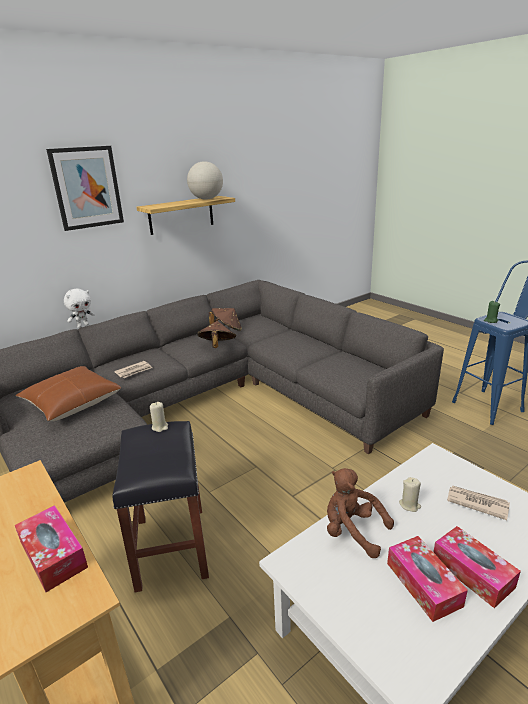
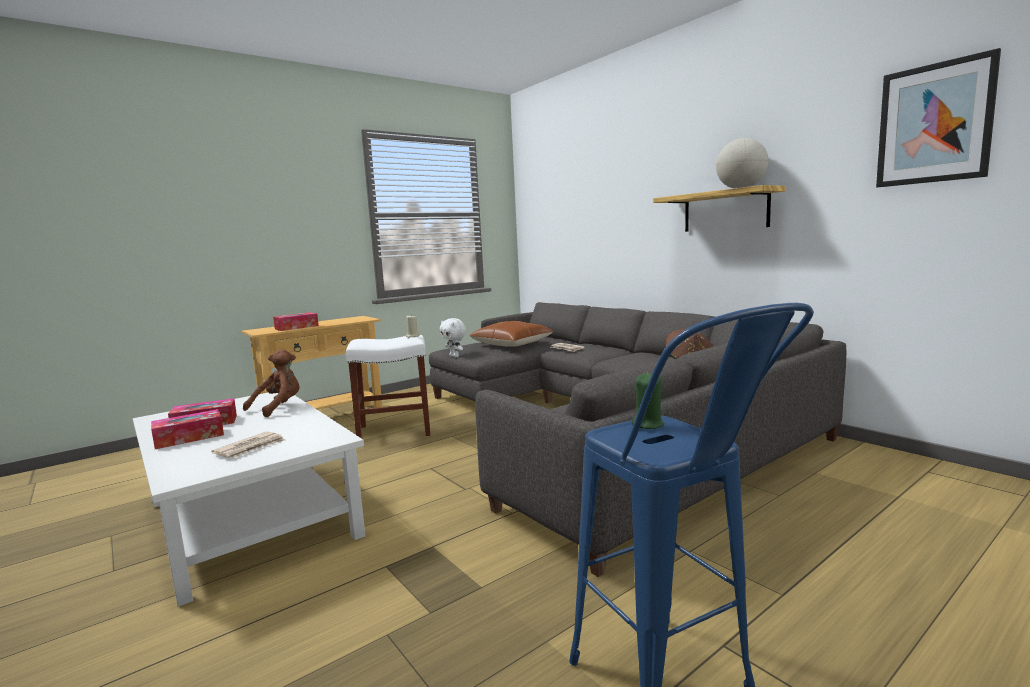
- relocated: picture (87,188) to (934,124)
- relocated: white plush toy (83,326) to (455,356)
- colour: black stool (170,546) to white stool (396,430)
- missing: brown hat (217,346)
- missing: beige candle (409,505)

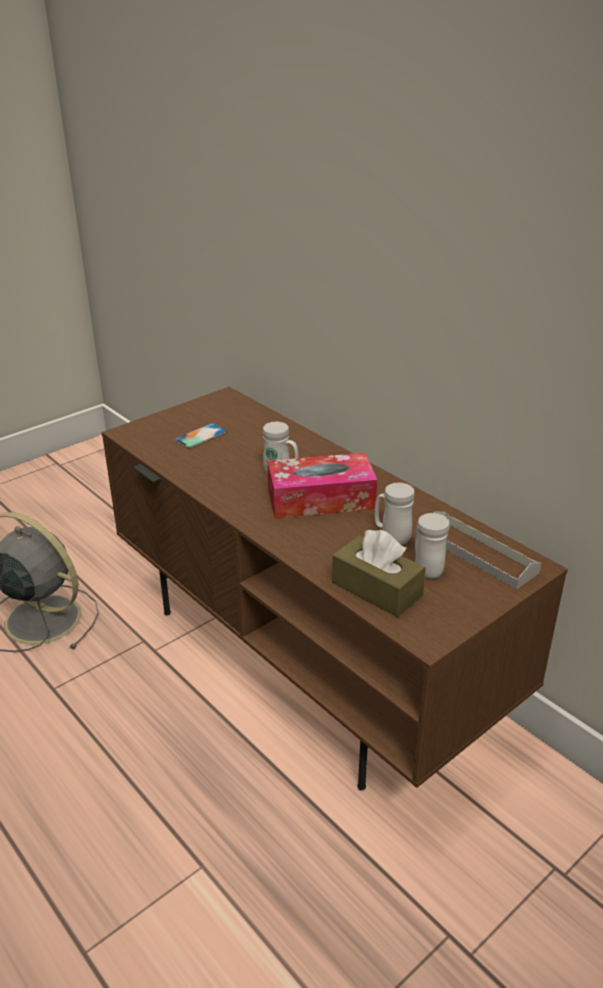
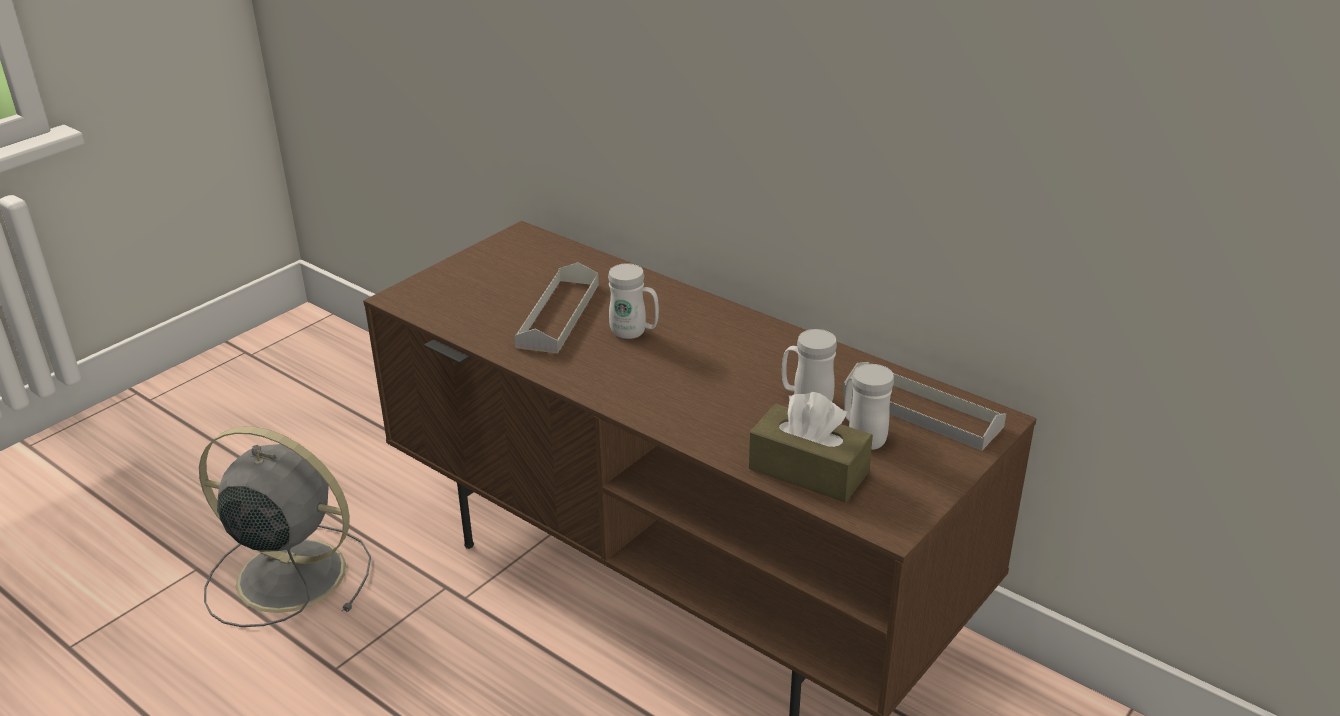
- missing: phone (200,436)
- missing: tissue box (321,499)
- appeared: grey tray (558,315)

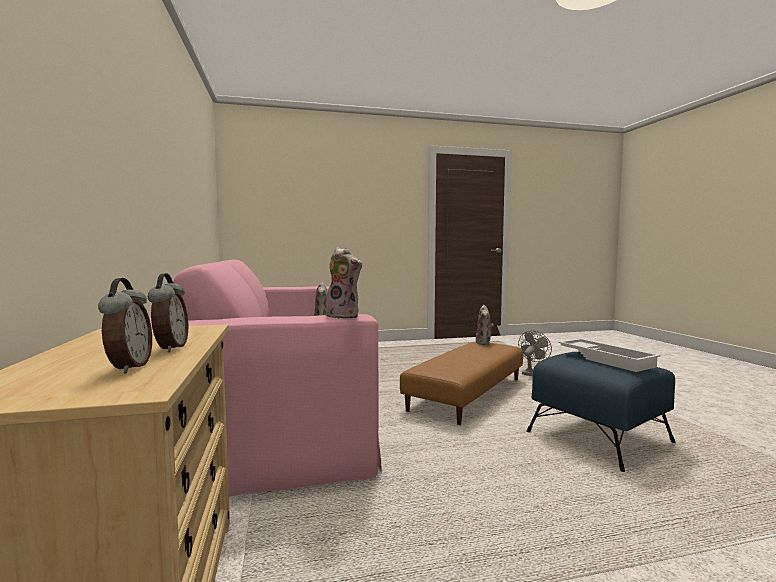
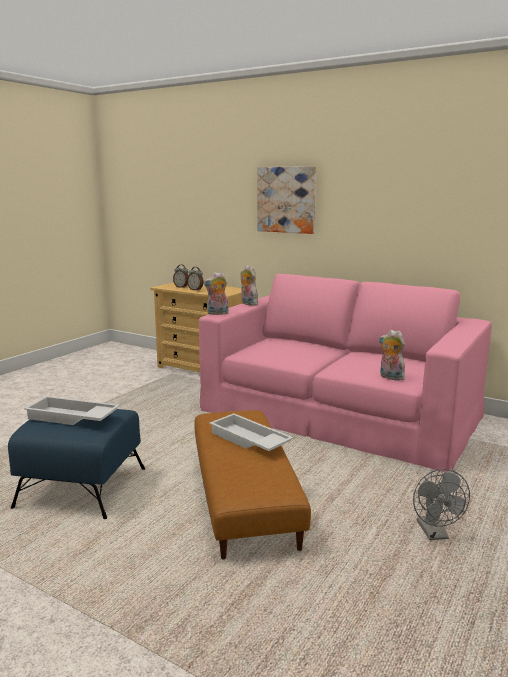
- relocated: plush toy (484,343) to (248,304)
- relocated: grey fan (531,373) to (435,534)
- appeared: white tray (248,440)
- appeared: picture (286,200)

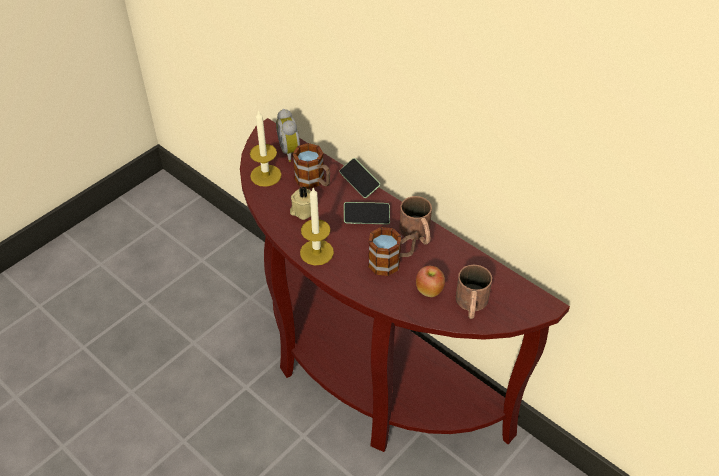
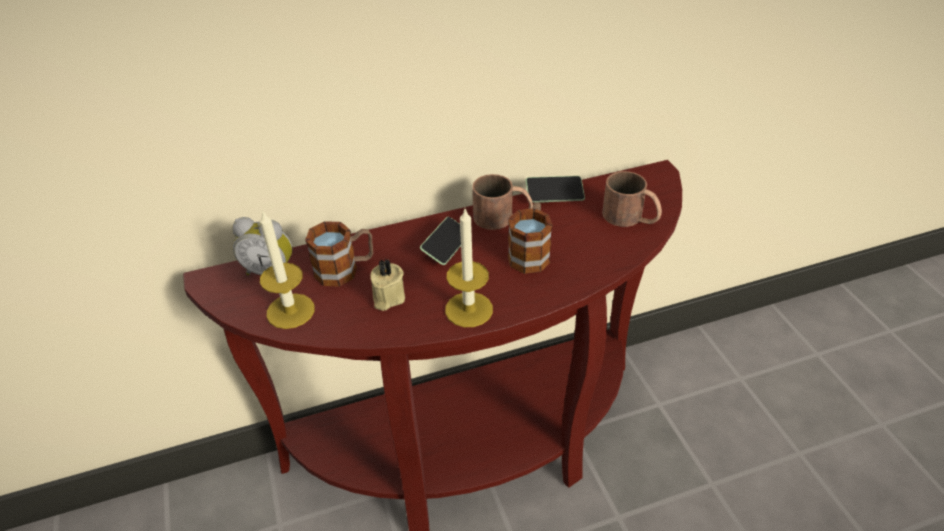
- relocated: phone (359,182) to (554,196)
- missing: apple (429,290)

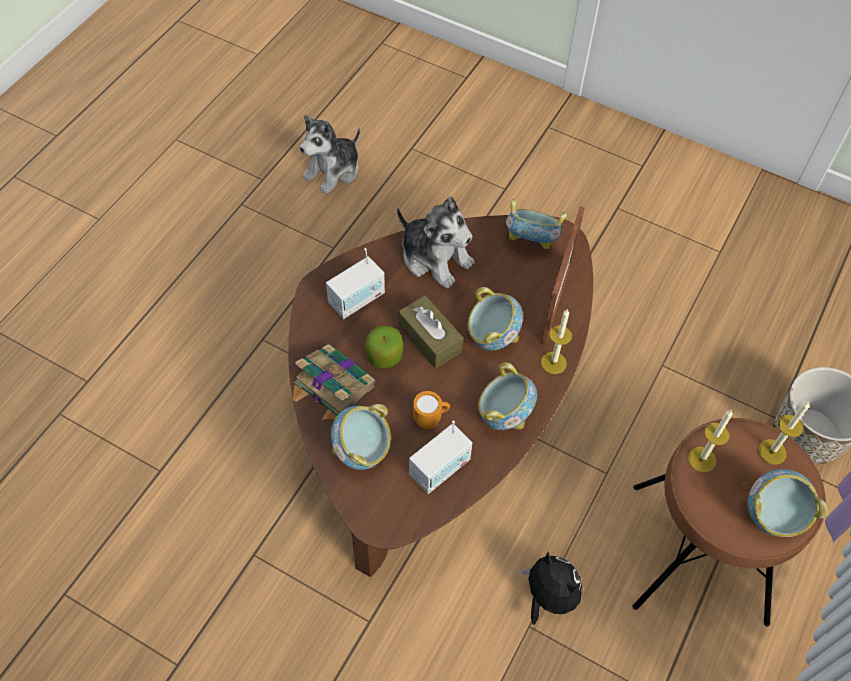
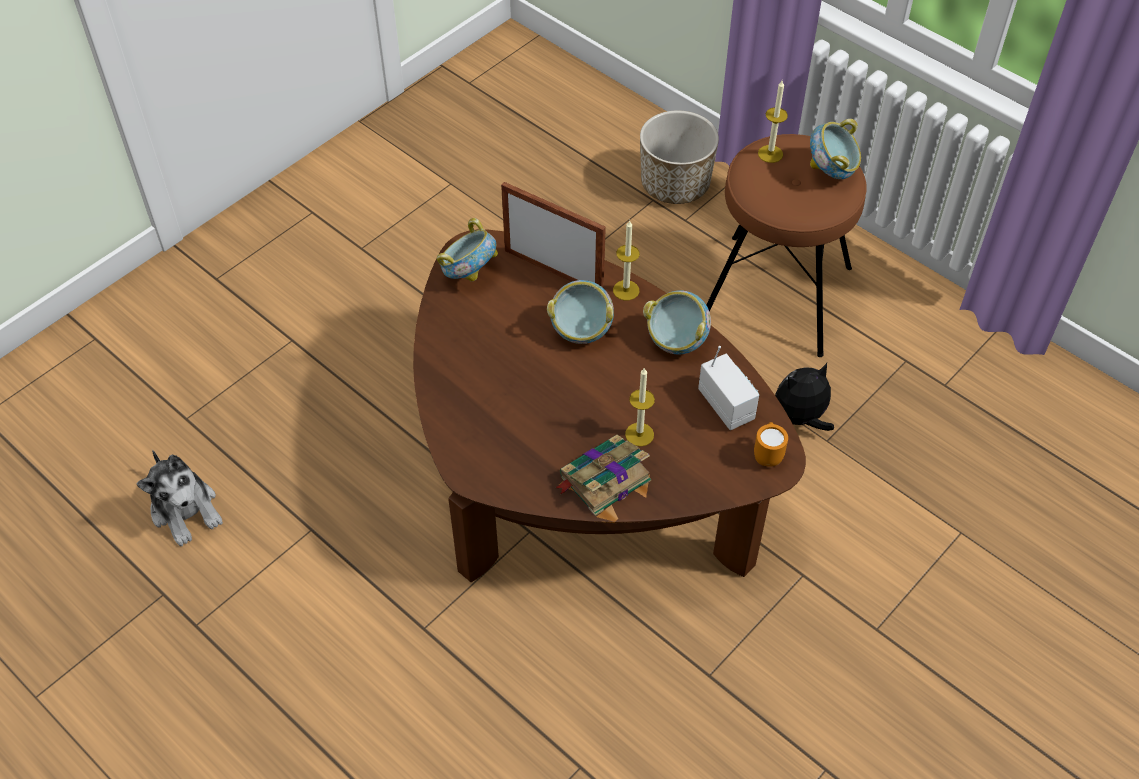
- missing: radio (357,299)
- missing: bowl (362,451)
- missing: apple (384,356)
- missing: plush toy (435,258)
- missing: brown tissue box (429,339)
- relocated: orange mug (431,420) to (767,455)
- relocated: candle (702,459) to (639,434)

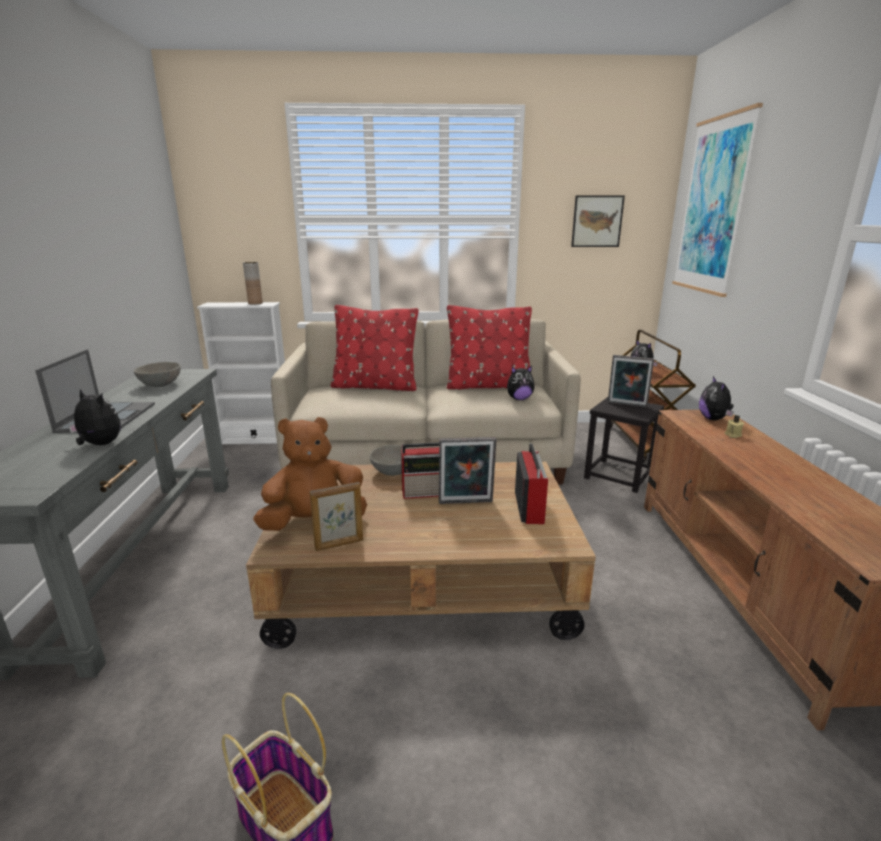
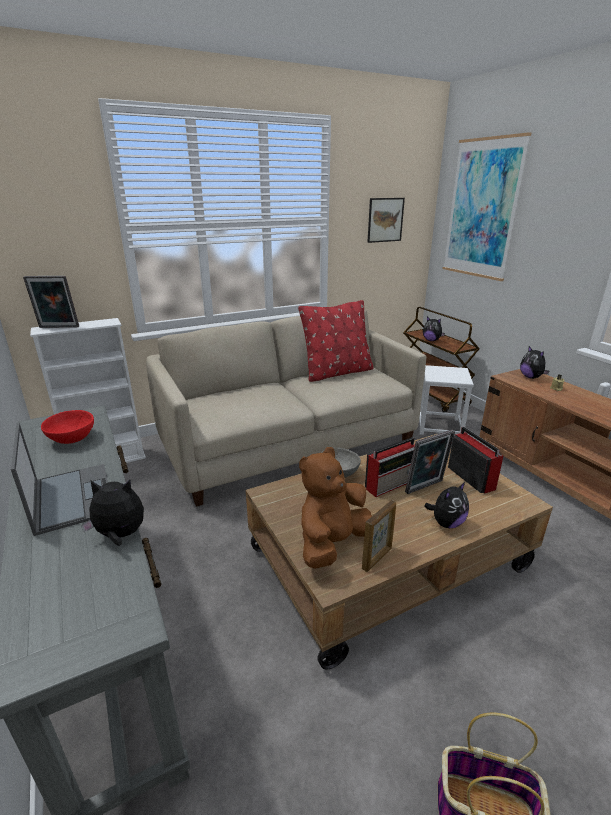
- colour: grey bowl (161,385) to red bowl (72,439)
- missing: brown vase (255,303)
- missing: red pillow (375,386)
- relocated: plush toy (519,399) to (446,523)
- colour: black stool (618,475) to white stool (439,426)
- relocated: picture frame (627,405) to (58,327)

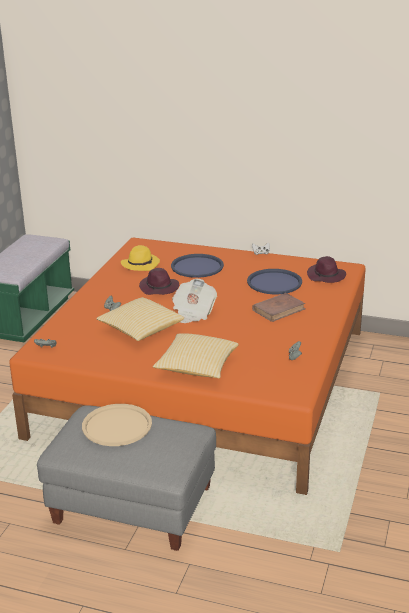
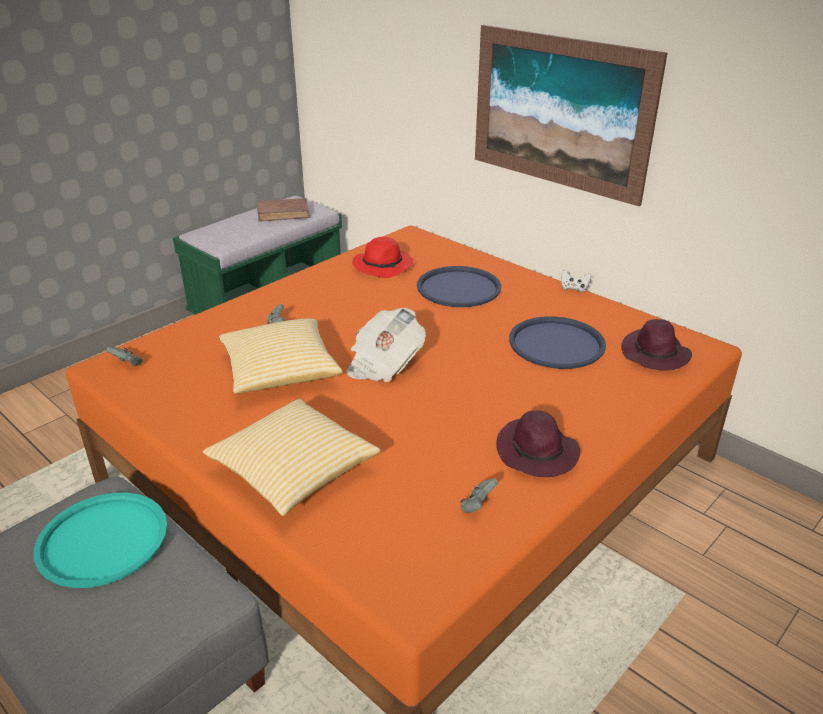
- colour: beige tray (117,426) to turquoise tray (103,540)
- colour: yellow hat (141,264) to red hat (383,266)
- relocated: purple hat (159,288) to (537,452)
- relocated: brown book (279,309) to (283,213)
- appeared: picture (560,112)

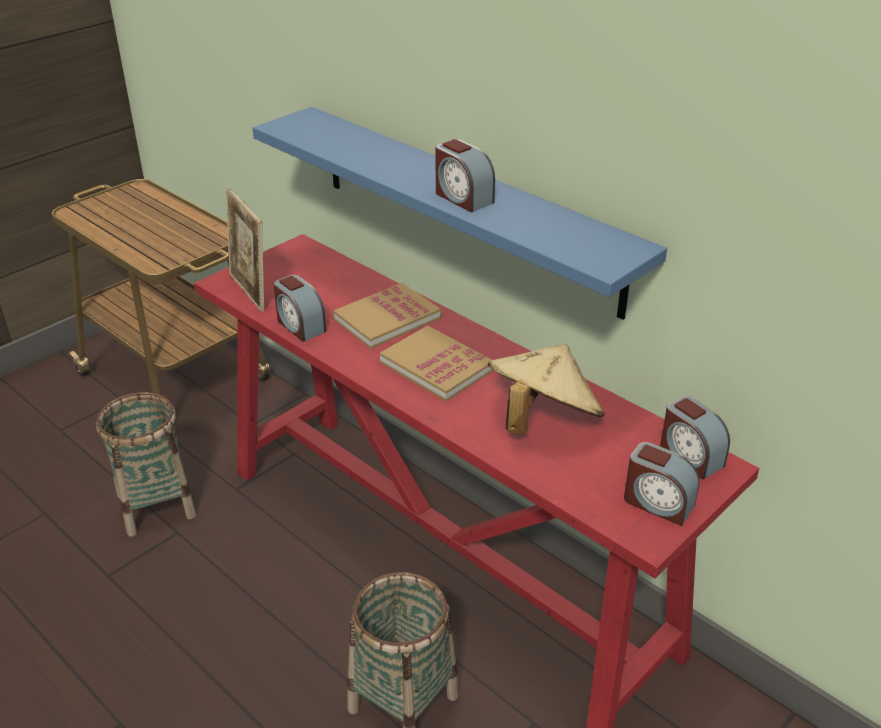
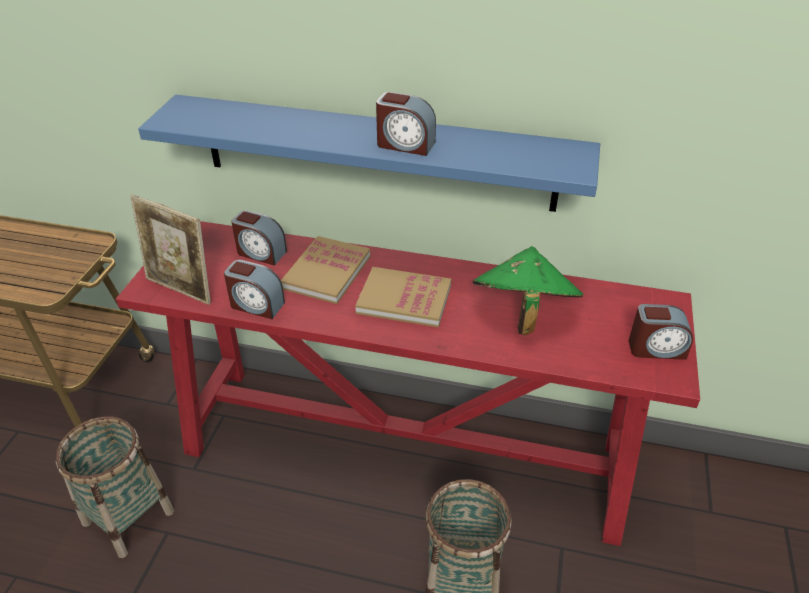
- colour: beige hat (542,420) to green hat (522,314)
- relocated: alarm clock (690,456) to (260,253)

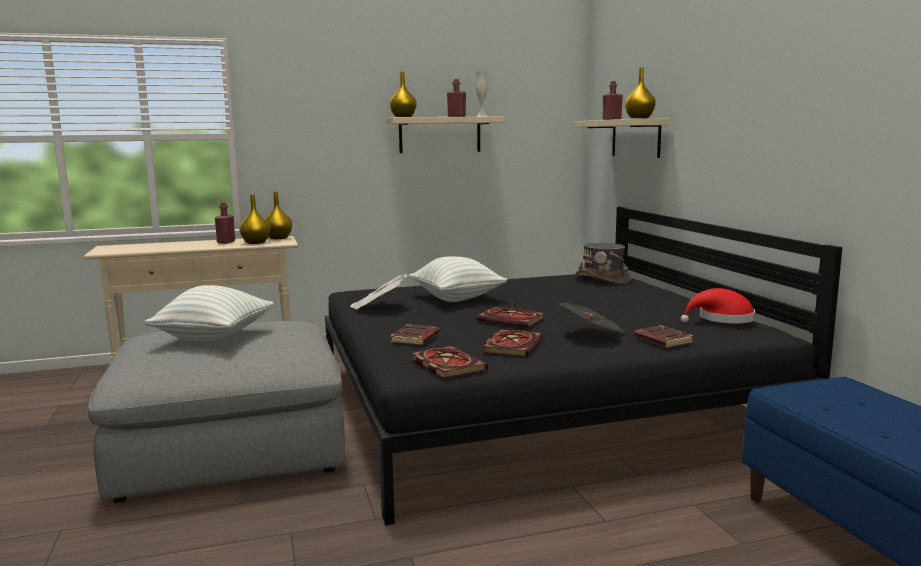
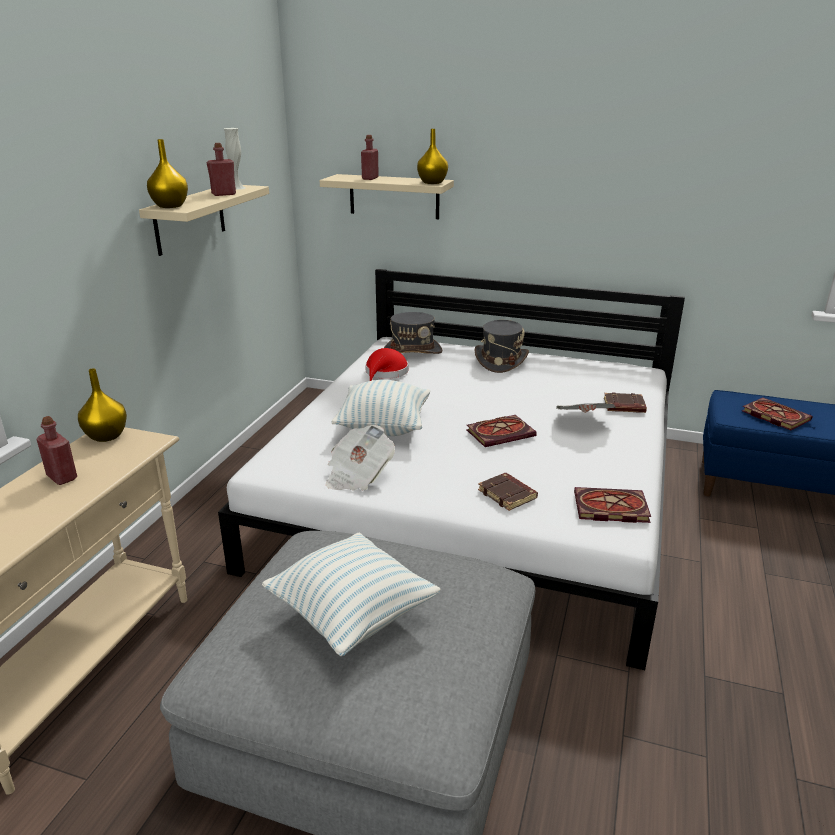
- missing: yellow vase (255,242)
- colour: black bed (537,404) to white bed (476,496)
- relocated: book (512,346) to (773,416)
- relocated: red hat (722,319) to (385,373)
- appeared: grey hat (500,361)

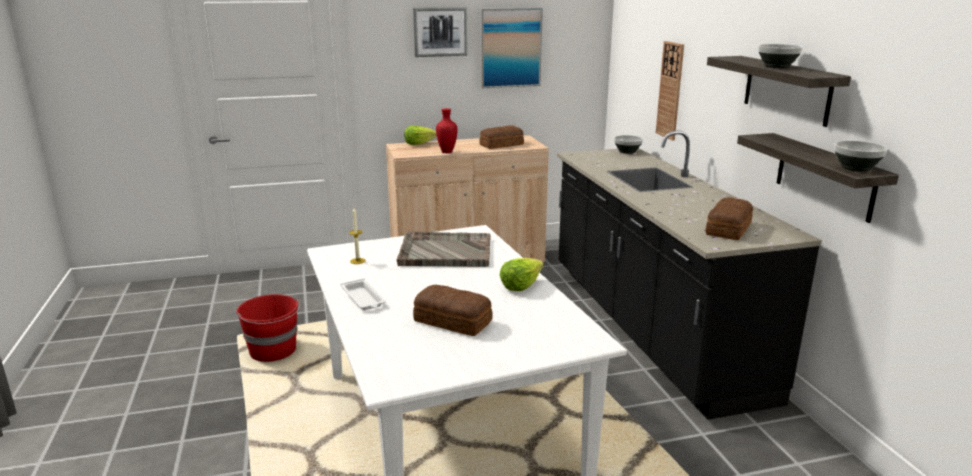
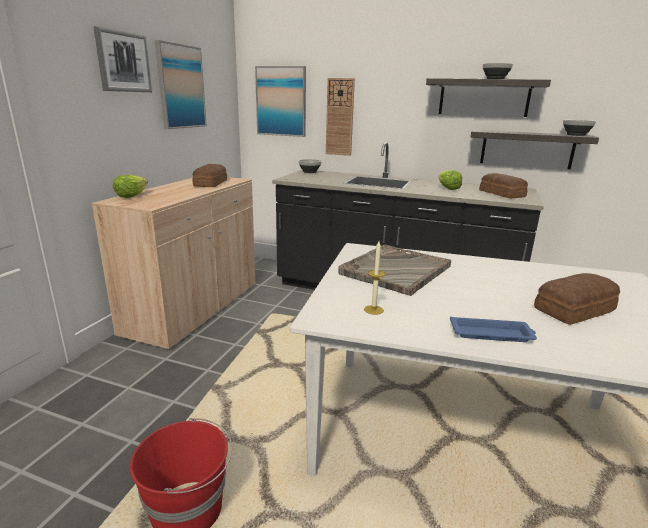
- colour: white tray (363,298) to blue tray (492,334)
- missing: red vase (447,152)
- relocated: lettuce (520,285) to (447,188)
- appeared: picture (281,101)

